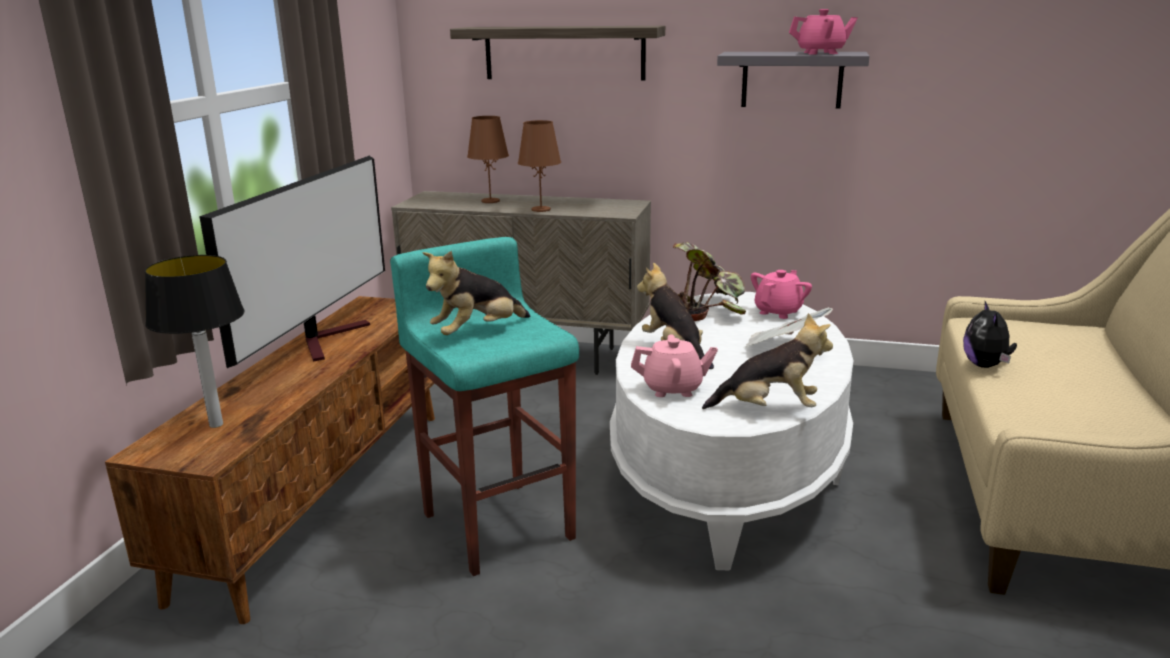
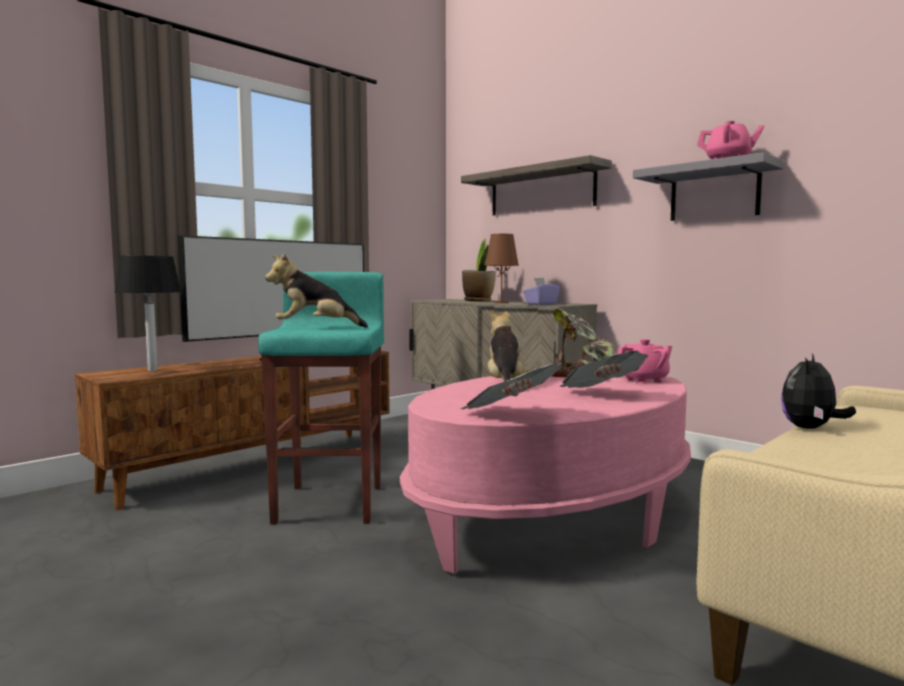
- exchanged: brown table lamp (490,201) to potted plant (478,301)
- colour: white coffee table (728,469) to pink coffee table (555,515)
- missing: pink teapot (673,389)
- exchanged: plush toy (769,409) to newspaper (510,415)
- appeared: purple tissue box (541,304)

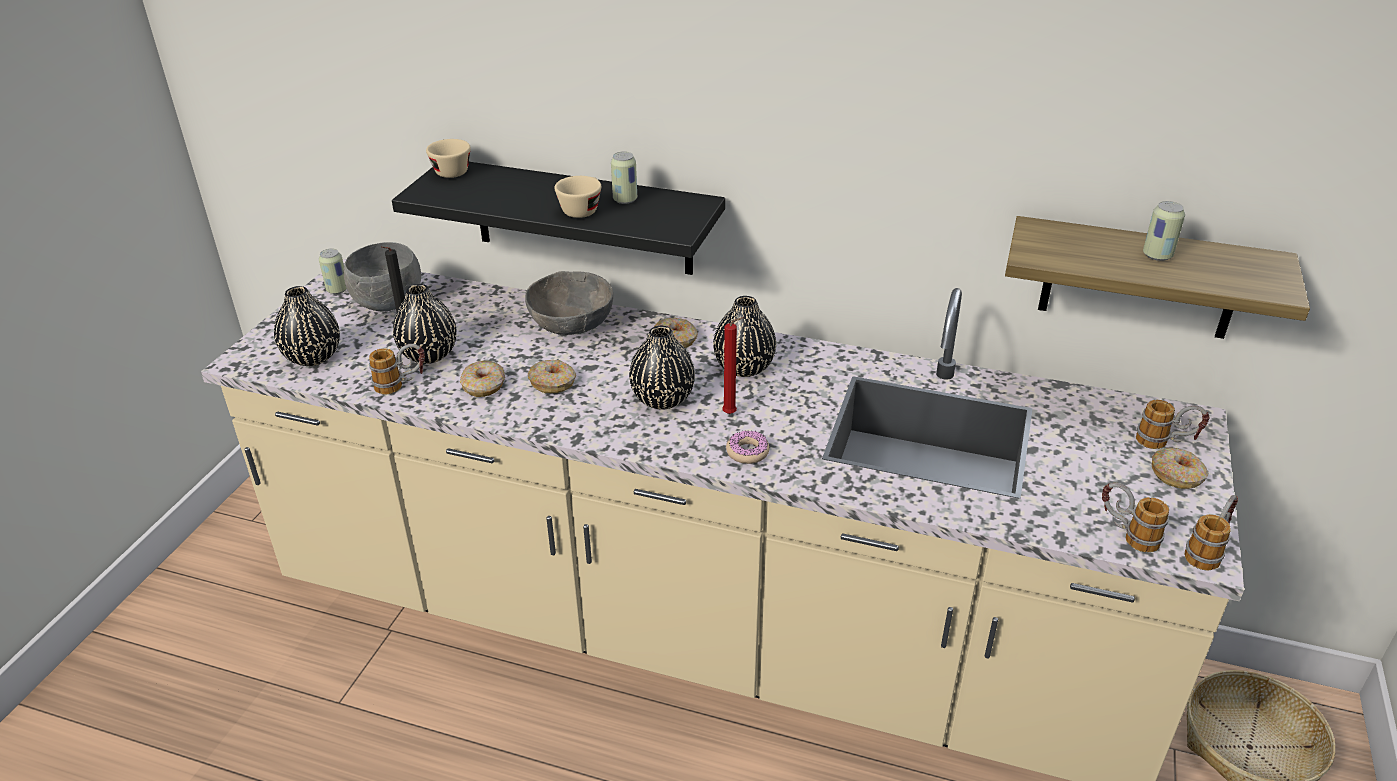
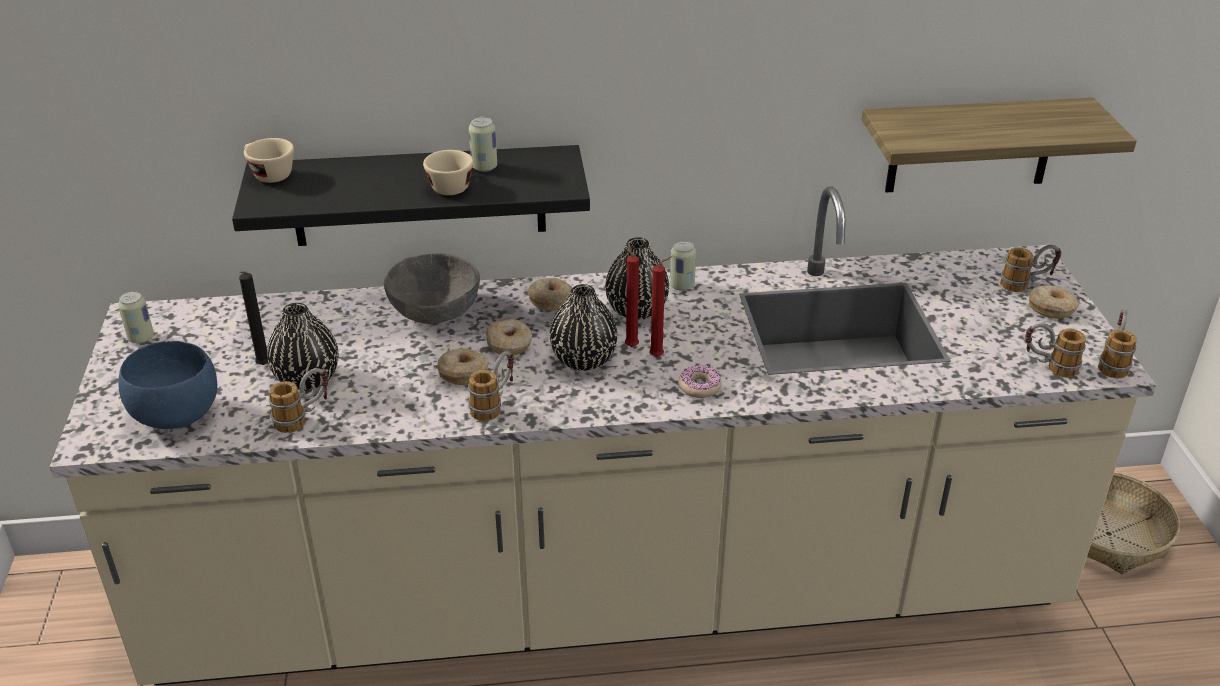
- exchanged: black vase (313,357) to blue bowl (175,415)
- missing: grey bowl (389,304)
- relocated: donut (484,386) to (509,344)
- relocated: can (1157,255) to (682,285)
- appeared: mug (494,404)
- appeared: red candle (631,345)

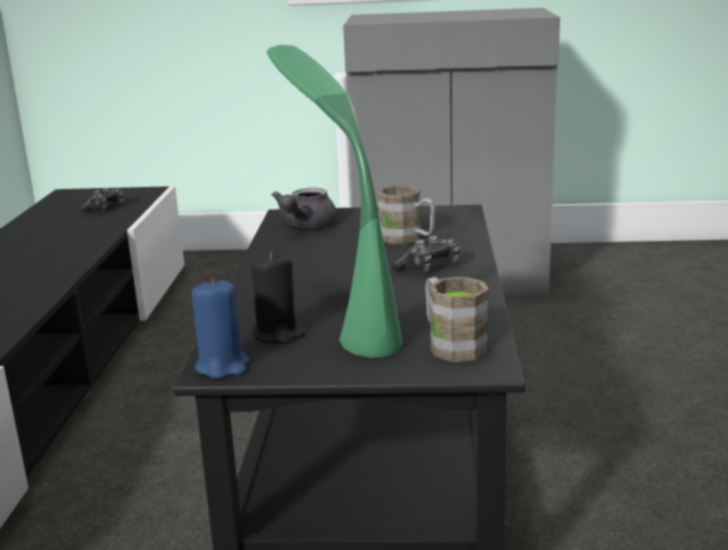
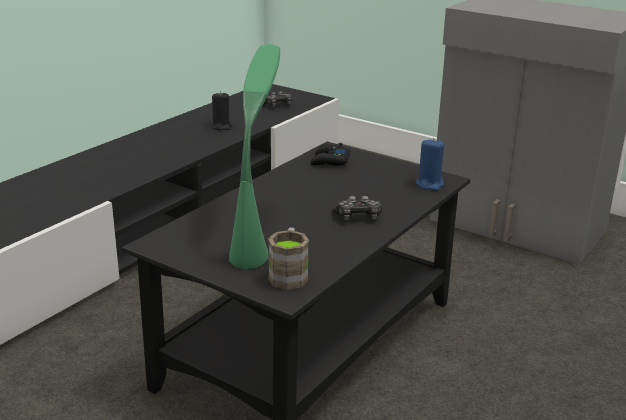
- relocated: blue candle (222,366) to (429,184)
- relocated: black candle (278,334) to (221,126)
- exchanged: grey teapot (305,225) to black game controller (329,161)
- missing: brown mug (408,239)

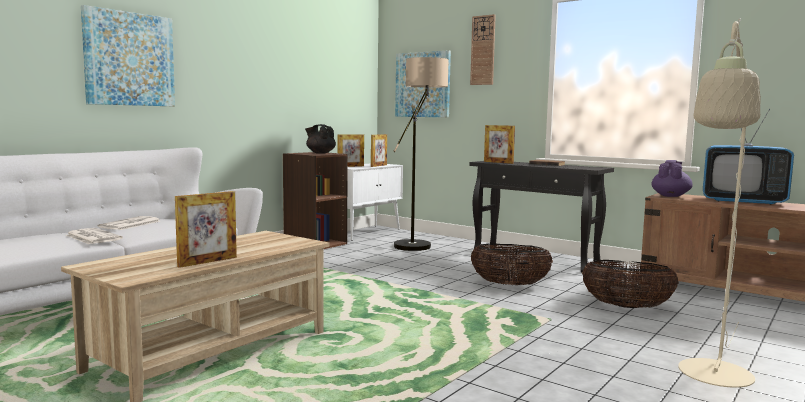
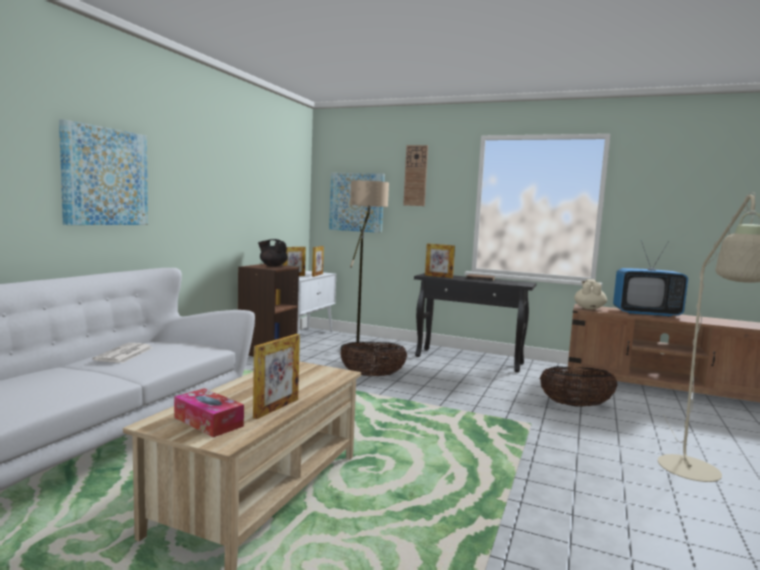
- missing: newspaper (92,237)
- relocated: basket (510,285) to (372,376)
- colour: purple teapot (670,196) to beige teapot (589,308)
- appeared: tissue box (208,422)

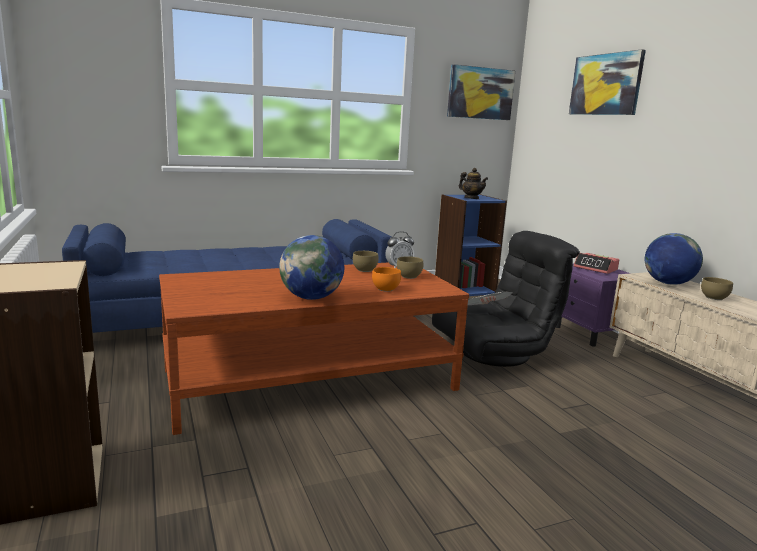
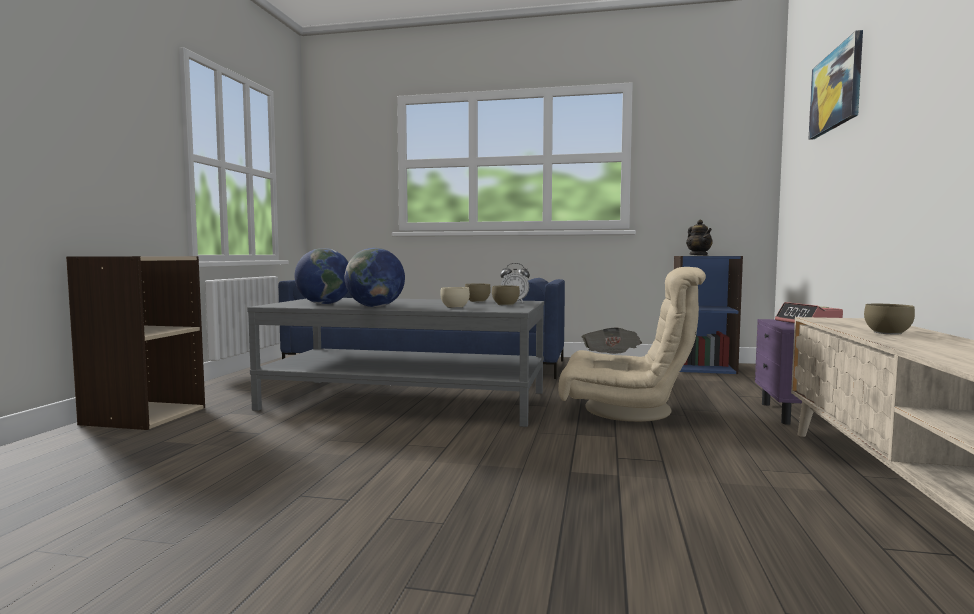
- colour: brown coffee table (311,380) to grey coffee table (407,401)
- colour: orange bowl (384,289) to beige bowl (454,307)
- colour: black armchair (495,354) to beige armchair (627,412)
- missing: picture (480,93)
- relocated: globe (668,283) to (324,304)

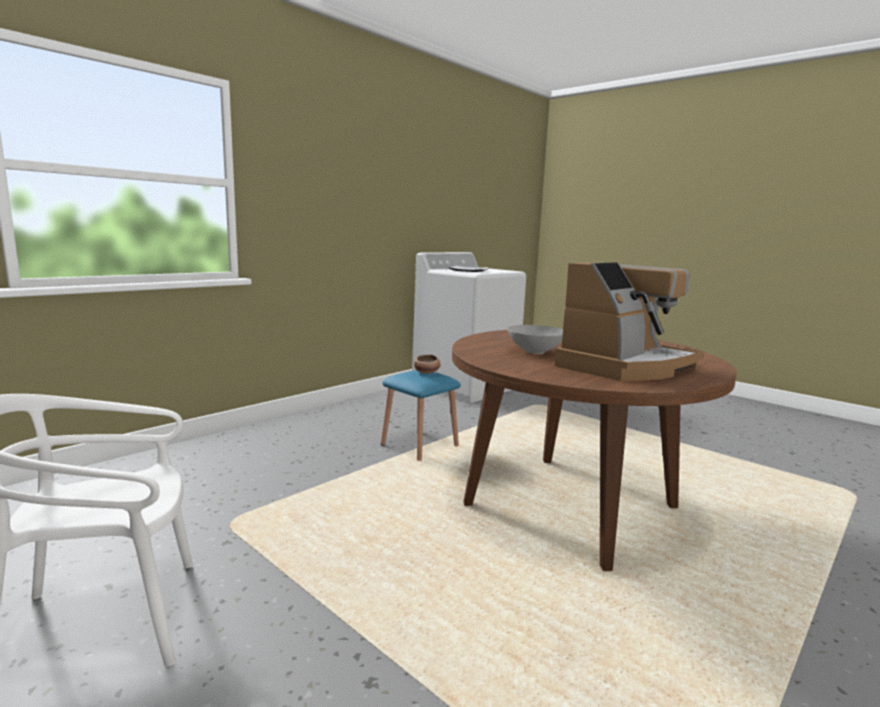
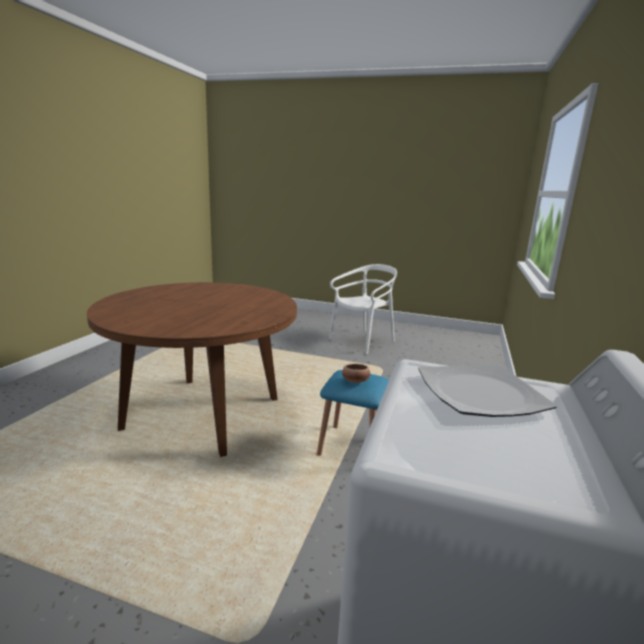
- missing: grey bowl (536,351)
- missing: coffee machine (625,366)

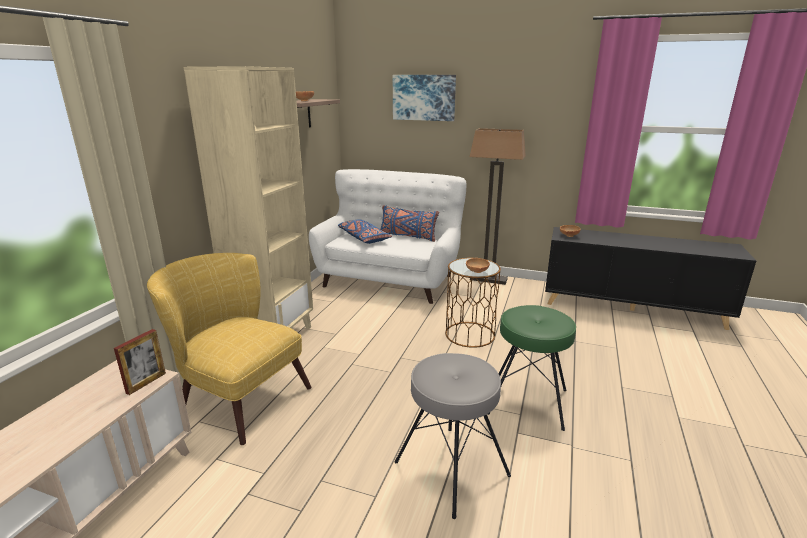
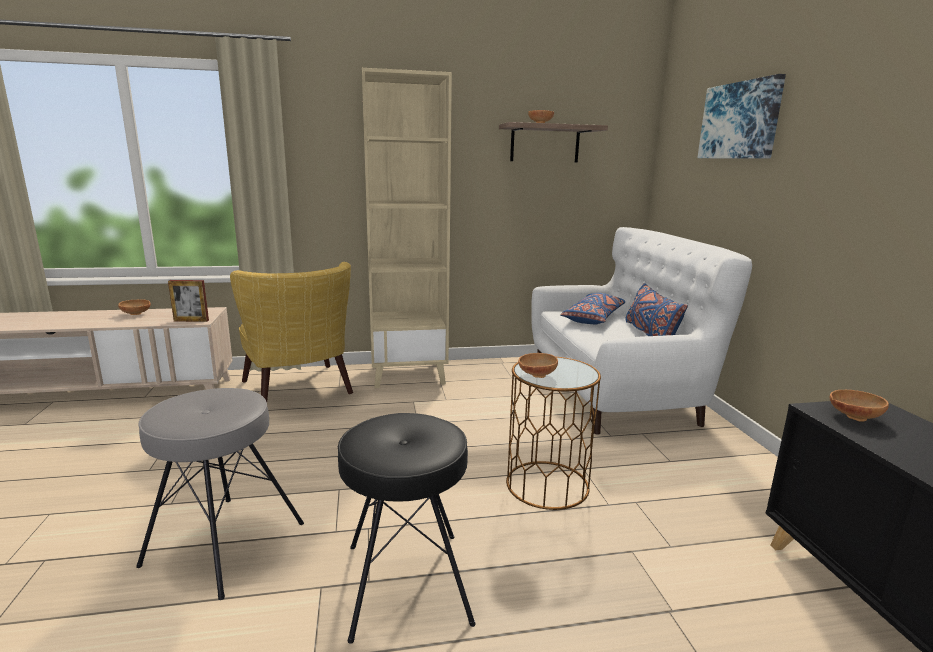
- spun: yellow armchair (237,396) = (300,392) 150 degrees clockwise
- missing: floor lamp (488,279)
- colour: green stool (527,402) to black stool (406,583)
- appeared: brown bowl (136,314)

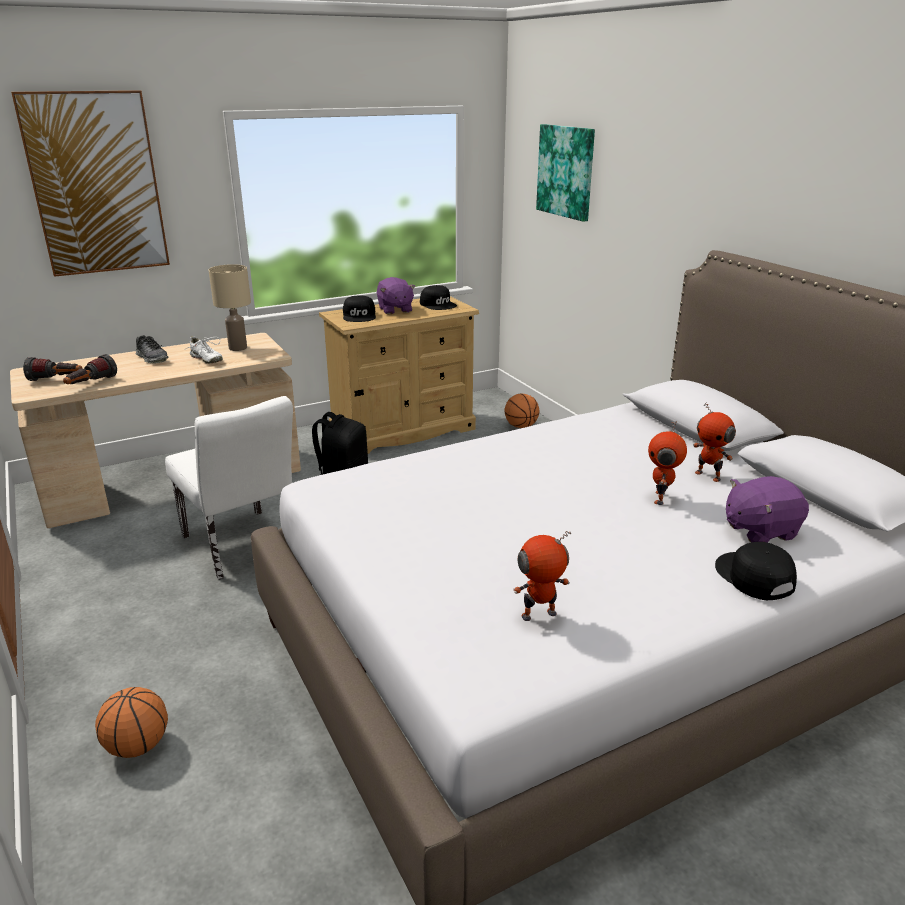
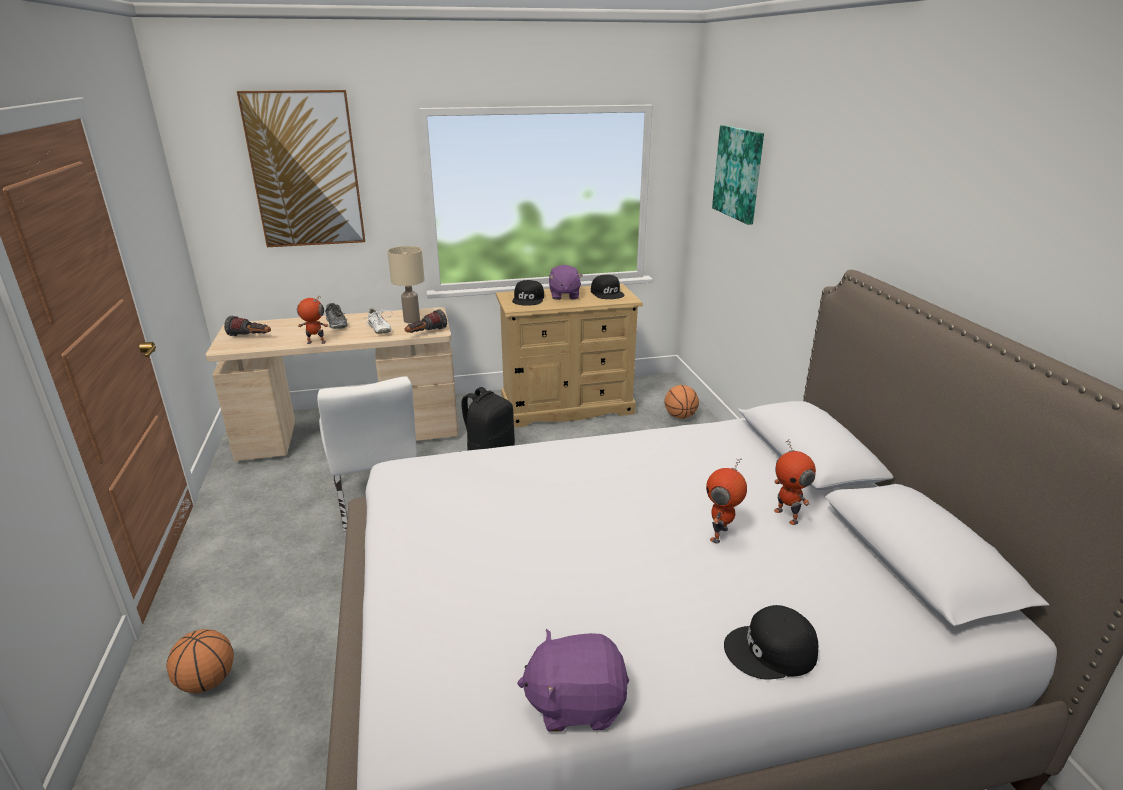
- relocated: flashlight (91,384) to (425,333)
- relocated: toy robot (539,616) to (316,343)
- spun: black cap (753,577) = (771,652) 90 degrees counterclockwise
- relocated: purple plush toy (759,530) to (576,703)

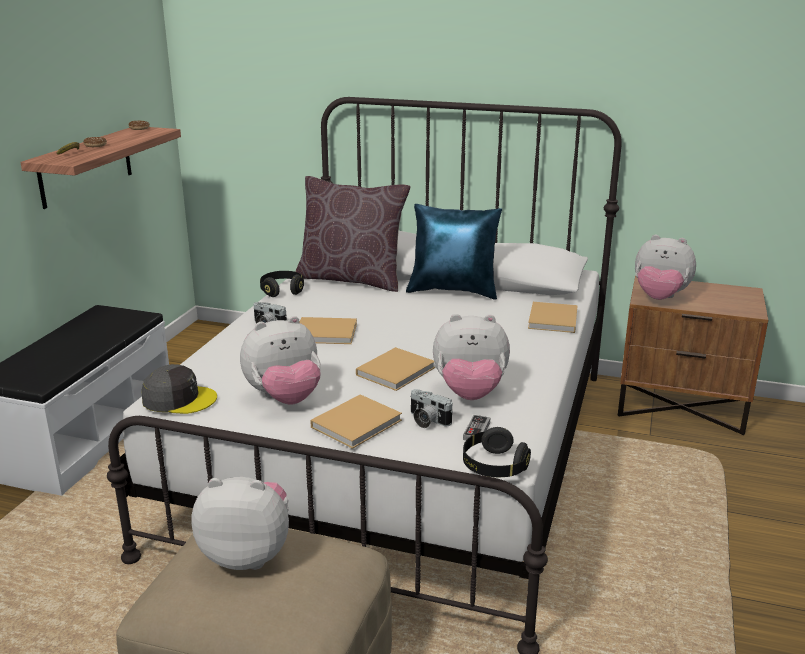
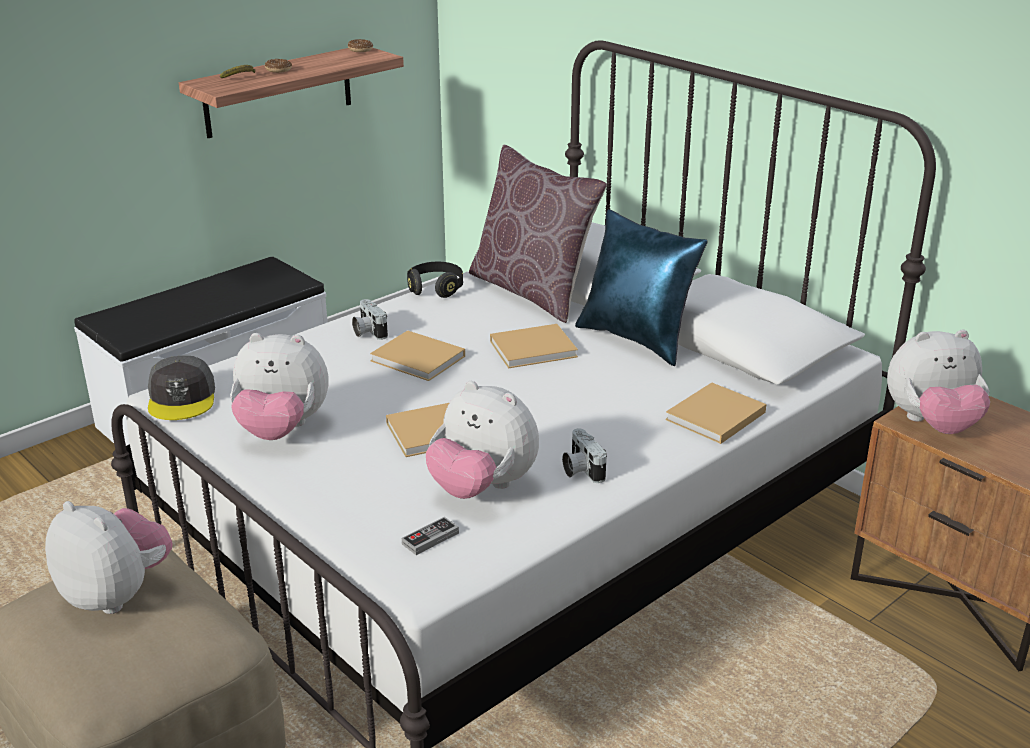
- spun: grey cap (179,399) = (182,398) 45 degrees clockwise
- relocated: beige book (358,423) to (535,349)
- relocated: photo camera (427,420) to (580,469)
- missing: black headphones (494,466)
- spun: plush toy (659,298) = (931,424) 60 degrees counterclockwise

